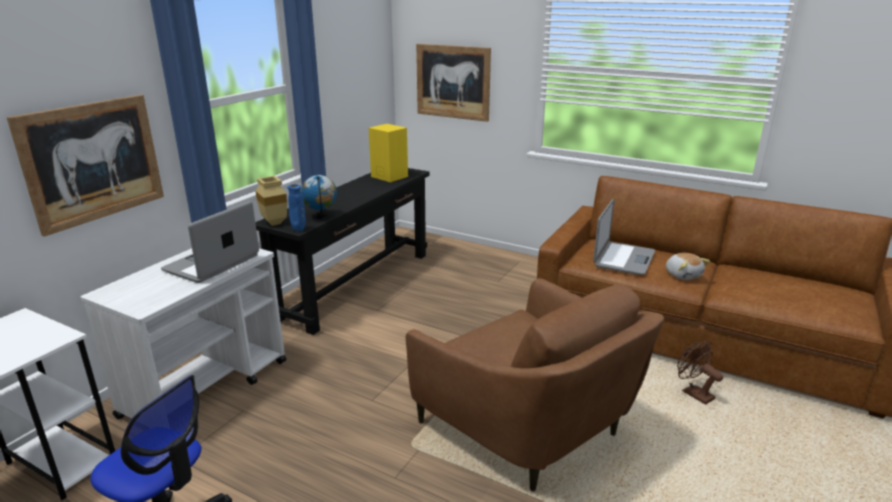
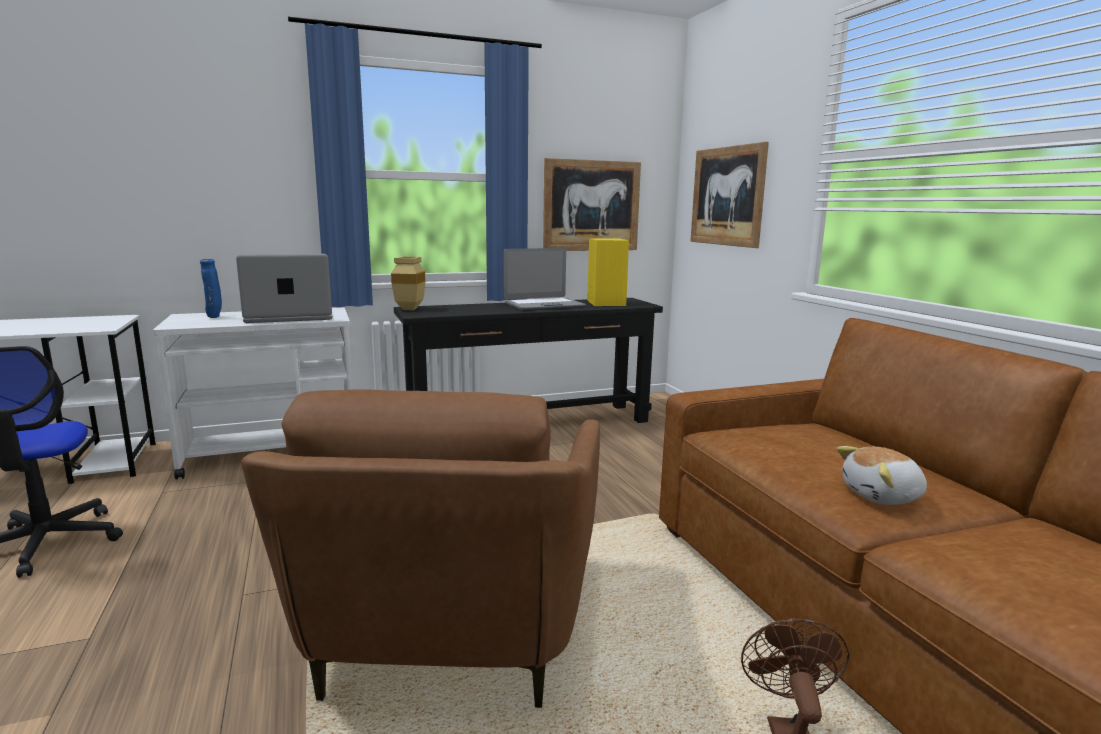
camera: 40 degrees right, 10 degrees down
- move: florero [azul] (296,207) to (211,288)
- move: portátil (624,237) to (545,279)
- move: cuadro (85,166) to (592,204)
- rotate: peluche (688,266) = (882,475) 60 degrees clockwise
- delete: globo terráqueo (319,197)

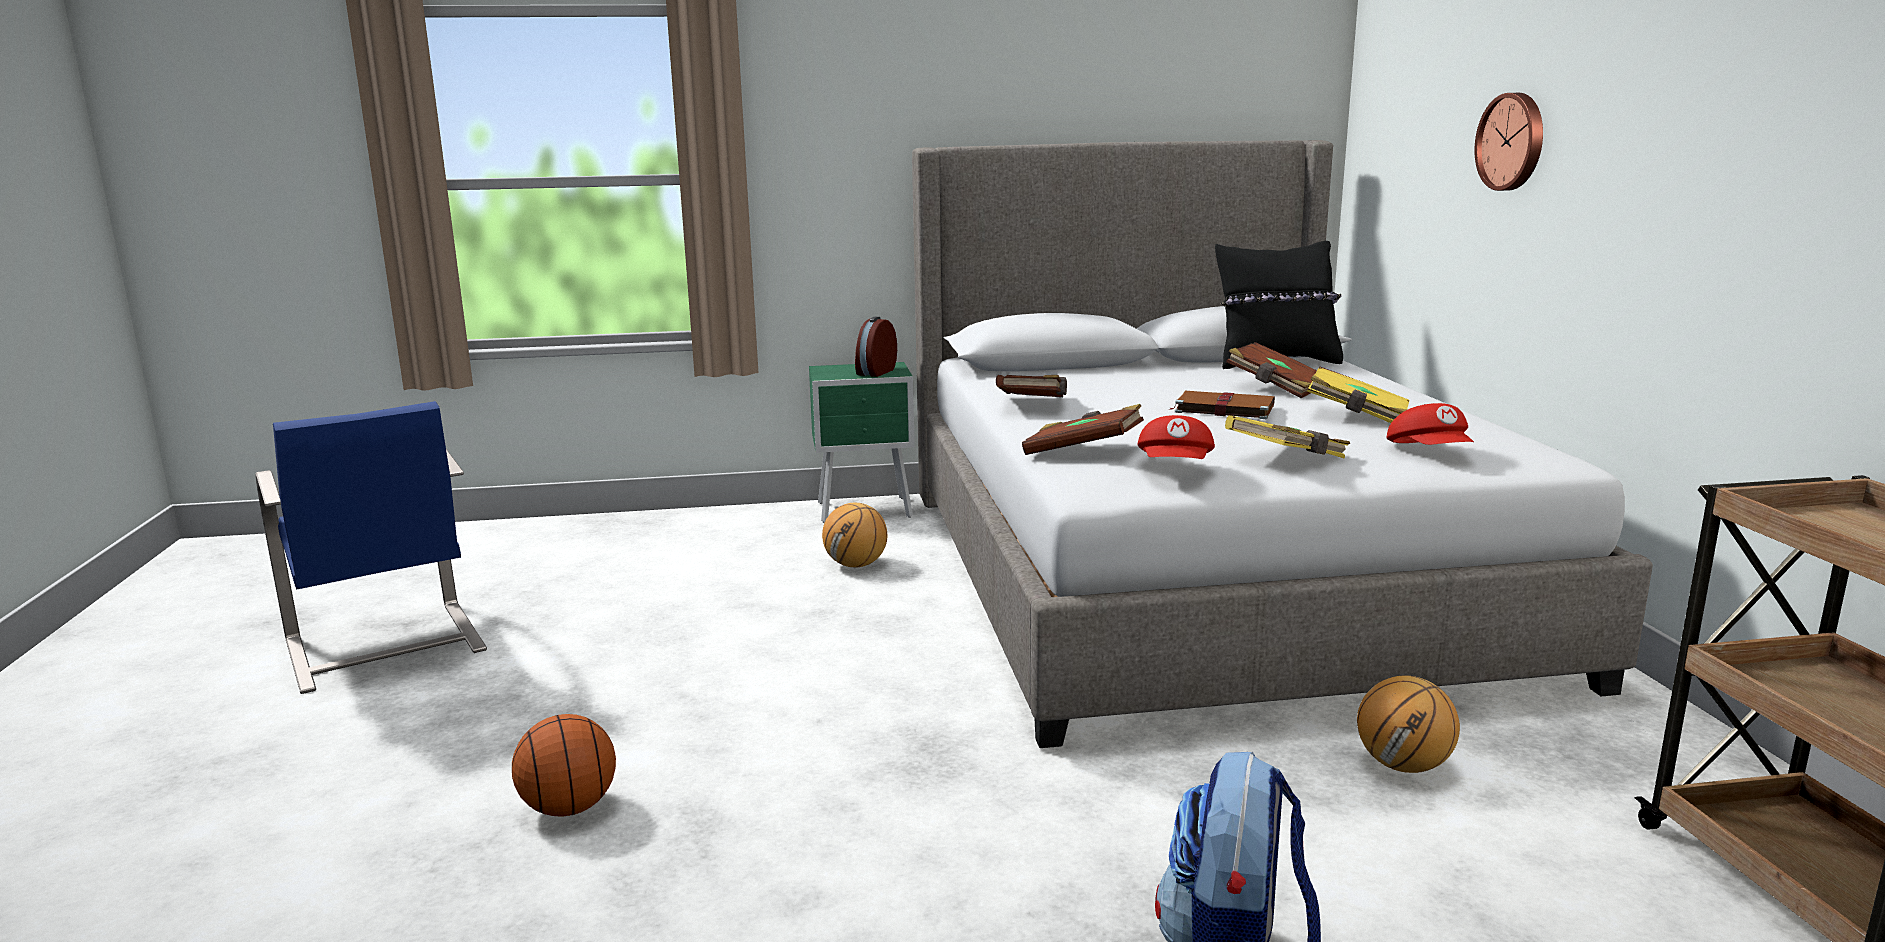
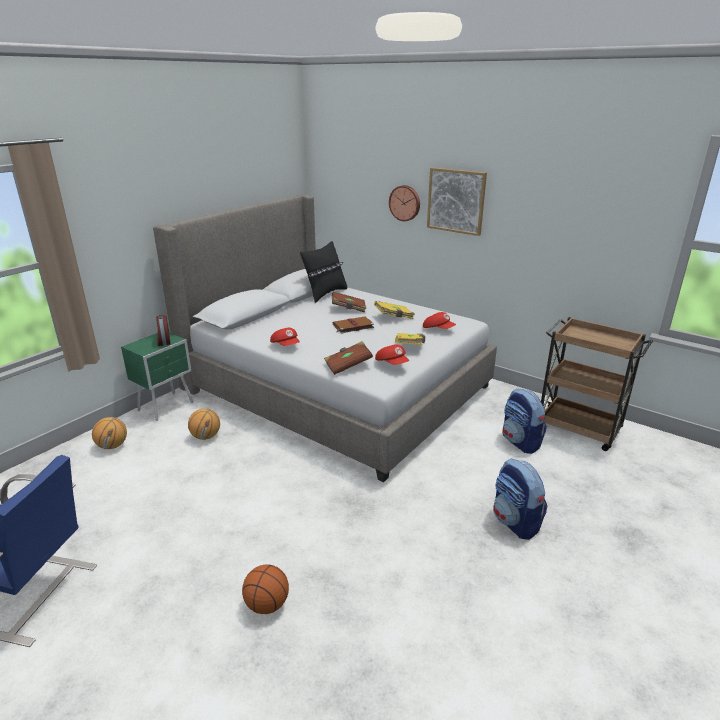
camera: 45 degrees left, 10 degrees up
- move: balón de baloncesto (1408,724) to (109,433)
- replace: libro [marrón] (1031,386) to gorra [rojo] (285,337)
- insert: cuadro (457,201)
- insert: mochila (524,421)

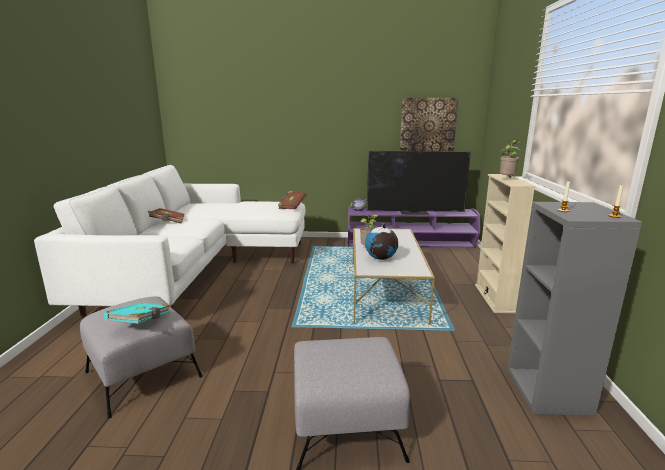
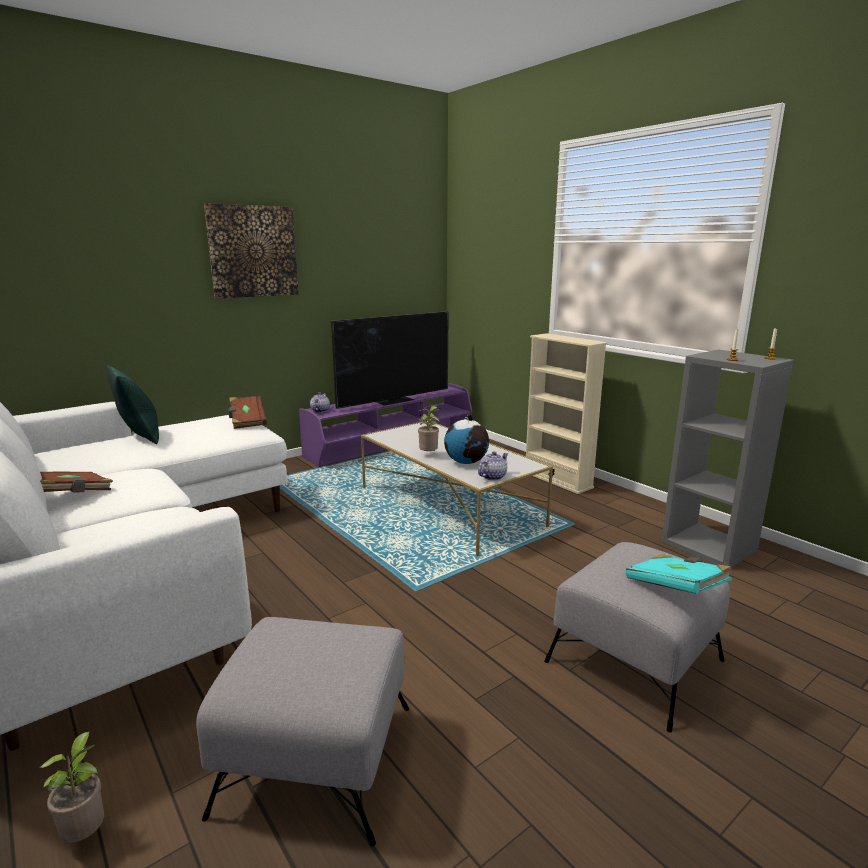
camera: 40 degrees left, 0 degrees up
- move: planta en maceta (511,159) to (72,787)
- insert: cojín [verde] (133,404)
- move: cuadro (429,124) to (251,251)
- insert: tetera (493,465)
- move: libro [turquesa] (137,313) to (679,574)

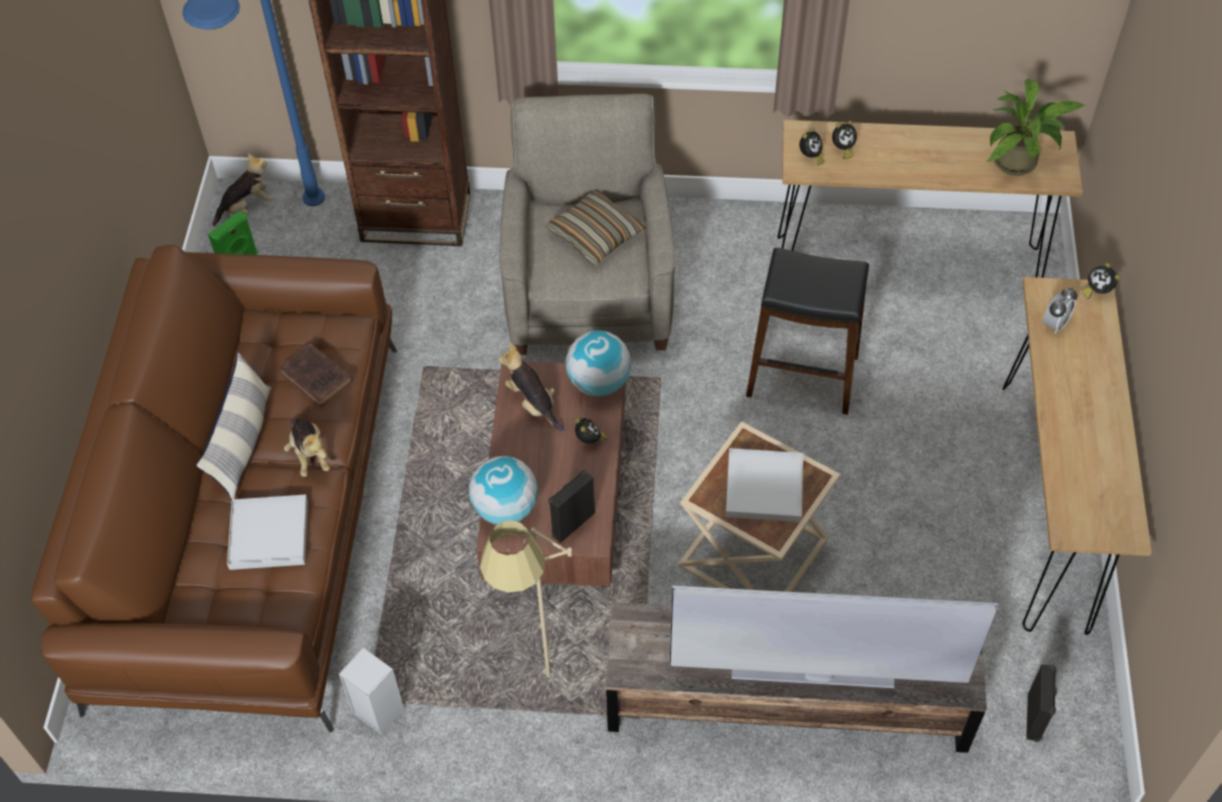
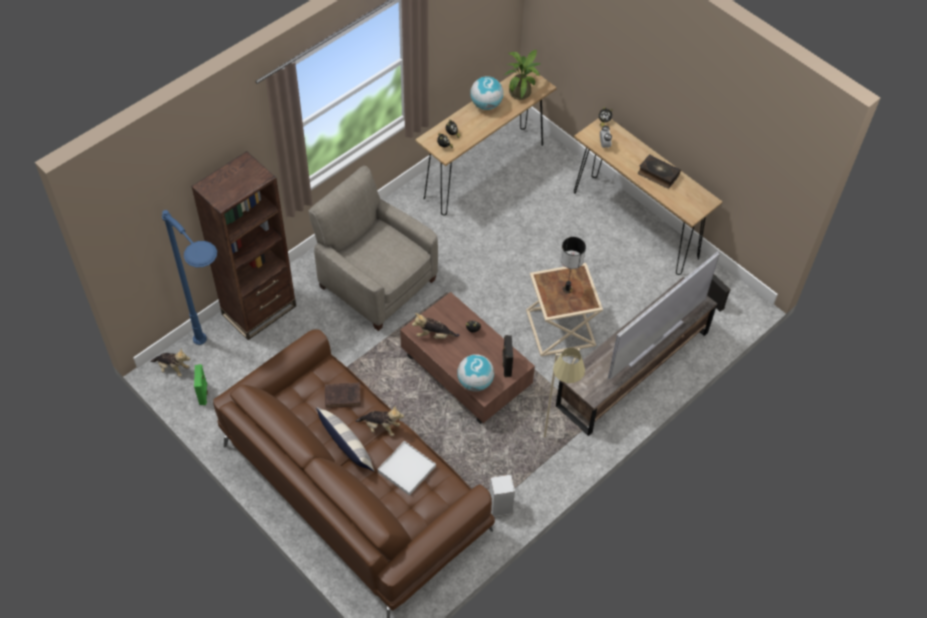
camera: 50 degrees left, 0 degrees up
- rotate: peluche (242,190) = (170,362) 105 degrees clockwise
- move: globo terráqueo (598,363) to (486,93)
- replace: bandeja [blanco] (764,485) to lámpara de mesa (573,265)
- insert: libro (659,171)
- delete: cojín (596,227)
- delete: taburete [negro] (807,331)

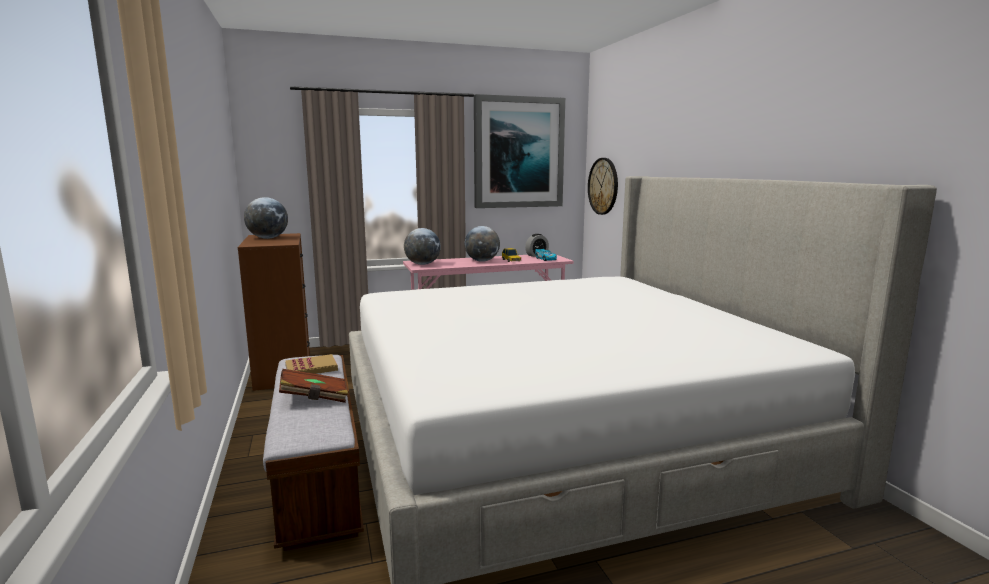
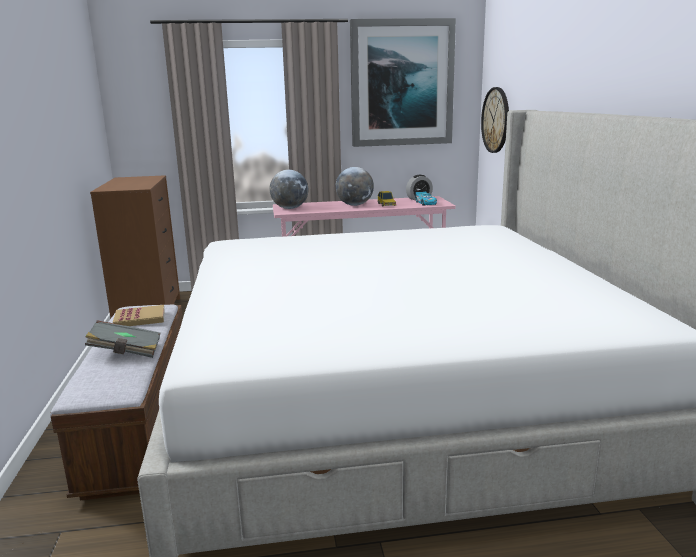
camera: 10 degrees right, 5 degrees up
- recolor: libro [marrón] (313,386) to libro [gris] (122,339)
- delete: globo terráqueo (266,218)

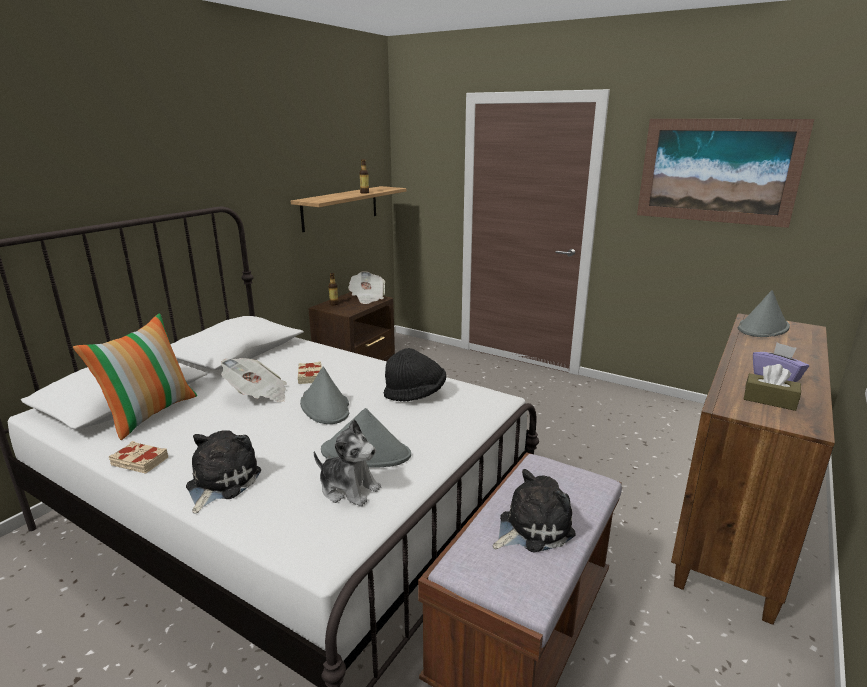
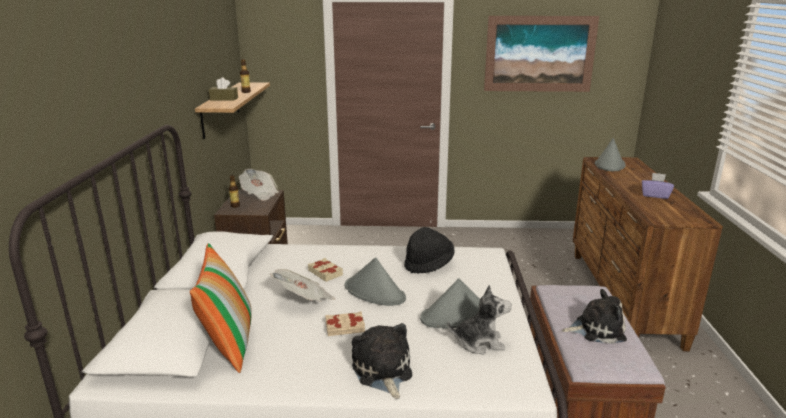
camera: 30 degrees left, 0 degrees up
- move: caja de pañuelos [marrón] (772,387) to (223,89)
- move: libro [beis] (138,457) to (345,323)
- rotate: peluche (534,510) = (594,316) 60 degrees clockwise

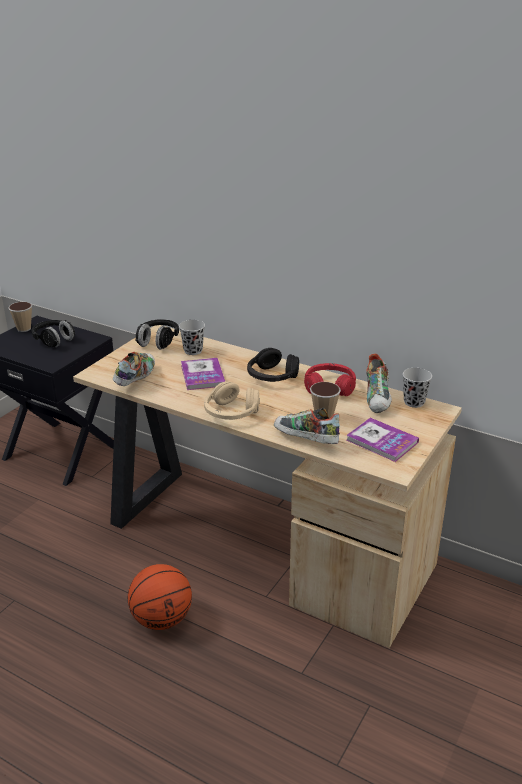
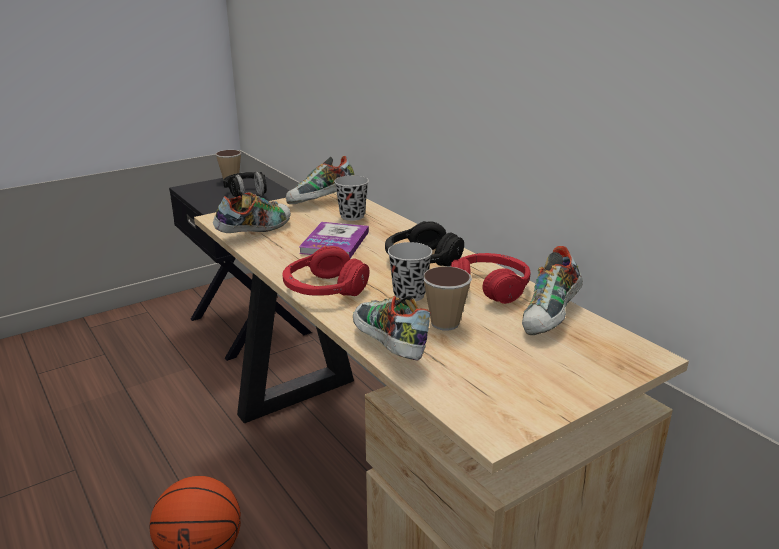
camera: 25 degrees right, 5 degrees down
- recolor: auriculares [beis] (232,400) to auriculares [rojo] (326,271)
- replace: auriculares [negro] (157,334) to zapato (320,180)
- move: taza [negro] (417,388) to (410,271)
- delete: libro (383,440)

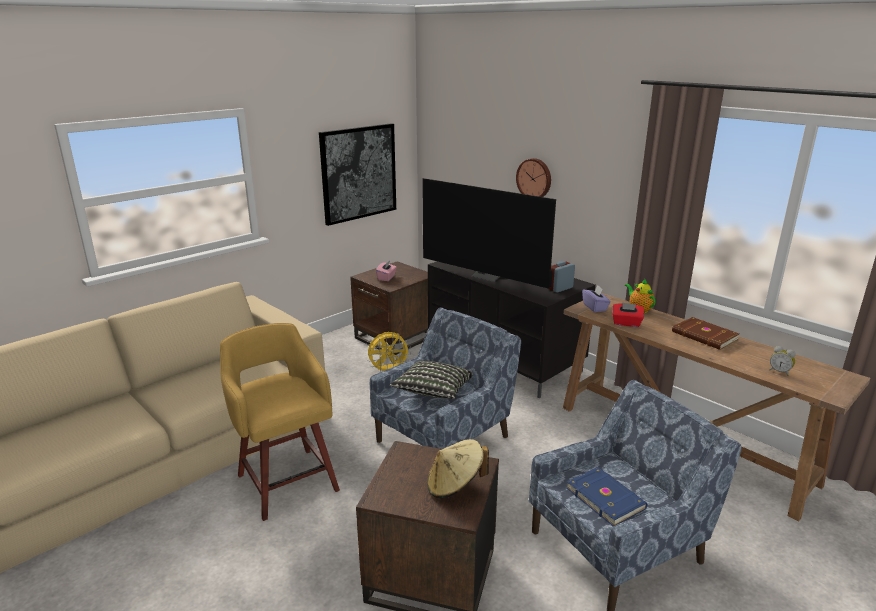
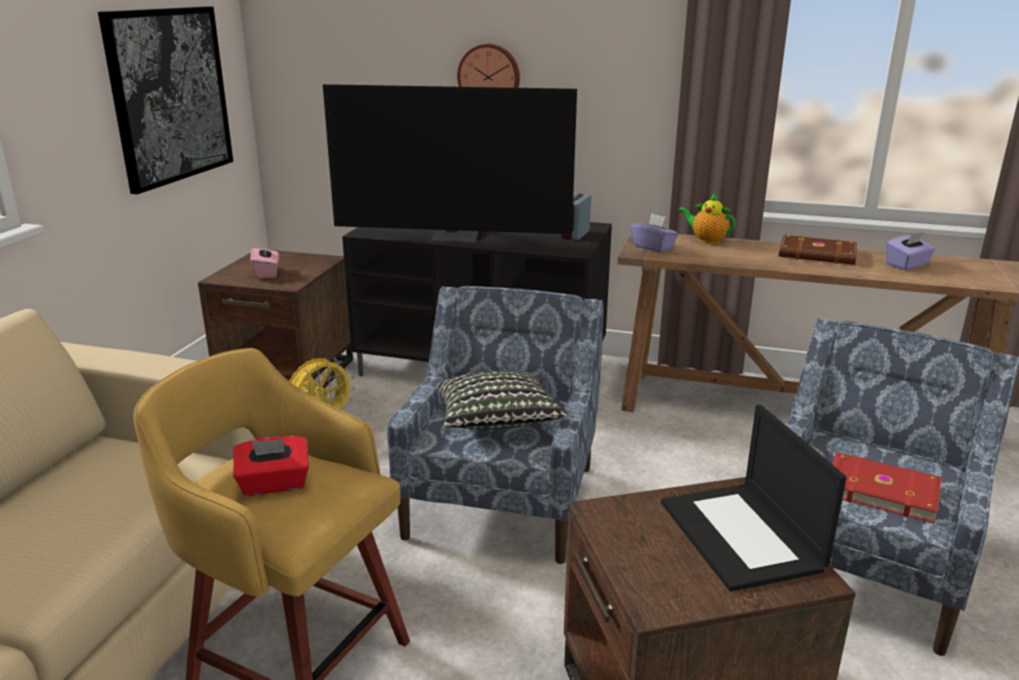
camera: 30 degrees left, 0 degrees up
- move: caja de pañuelos [rojo] (628,315) to (271,466)
- replace: sombrero [beis] (458,468) to portátil (754,498)
- recolor: libro [azul] (606,497) to libro [rojo] (886,488)
- insert: caja de pañuelos [morado] (911,251)
- delete: despertador (782,361)

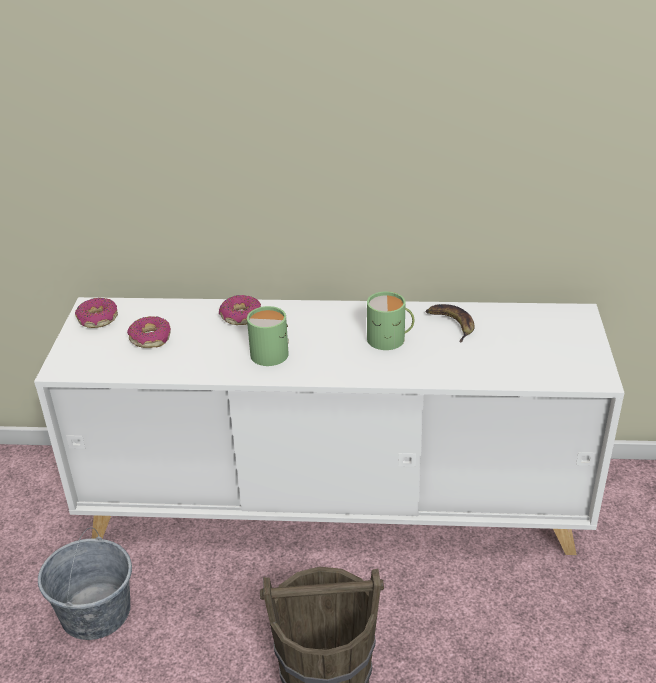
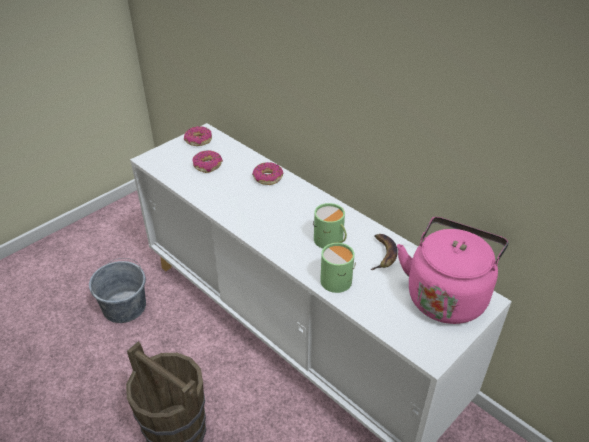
camera: 40 degrees right, 5 degrees up
- move: taza grande [verde] (268,336) to (338,268)
- insert: hervidor [rosa] (453,270)

